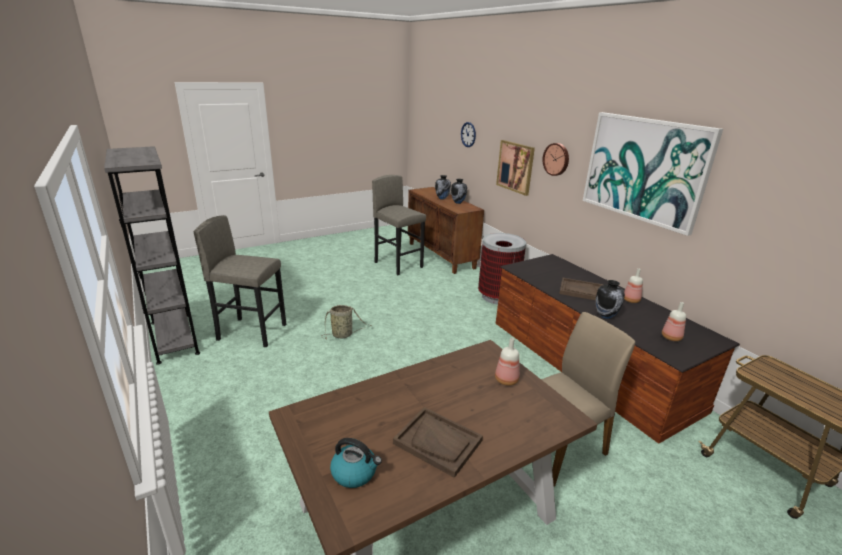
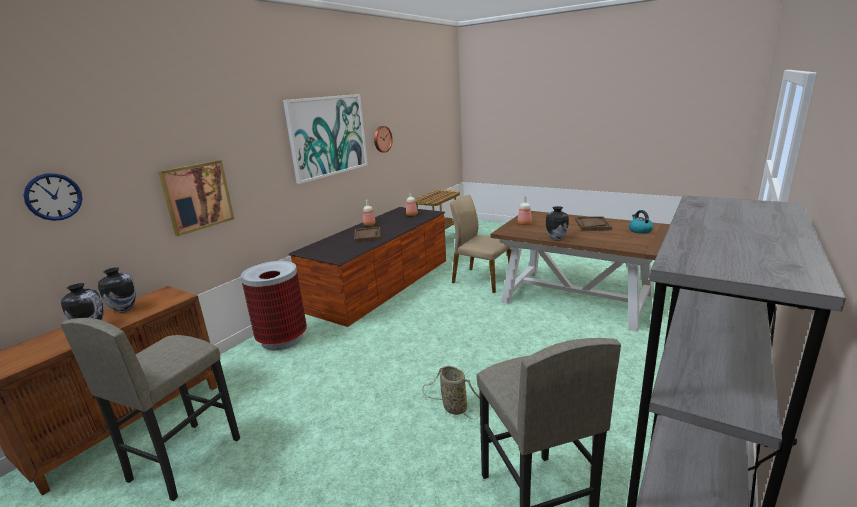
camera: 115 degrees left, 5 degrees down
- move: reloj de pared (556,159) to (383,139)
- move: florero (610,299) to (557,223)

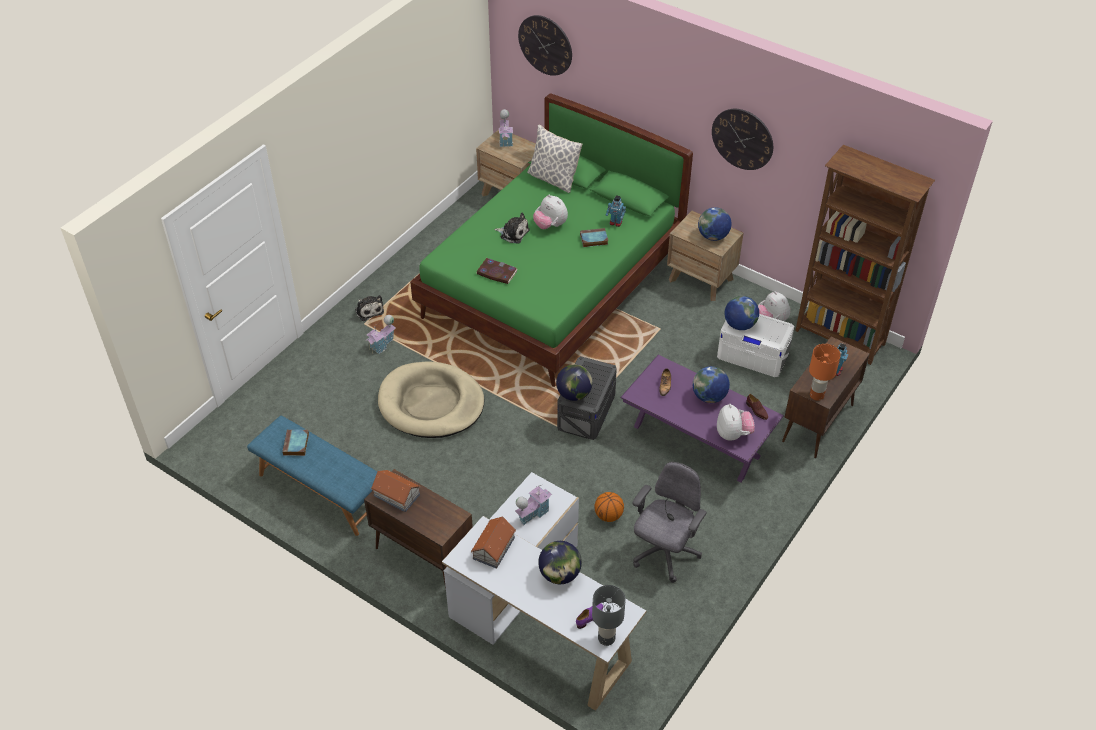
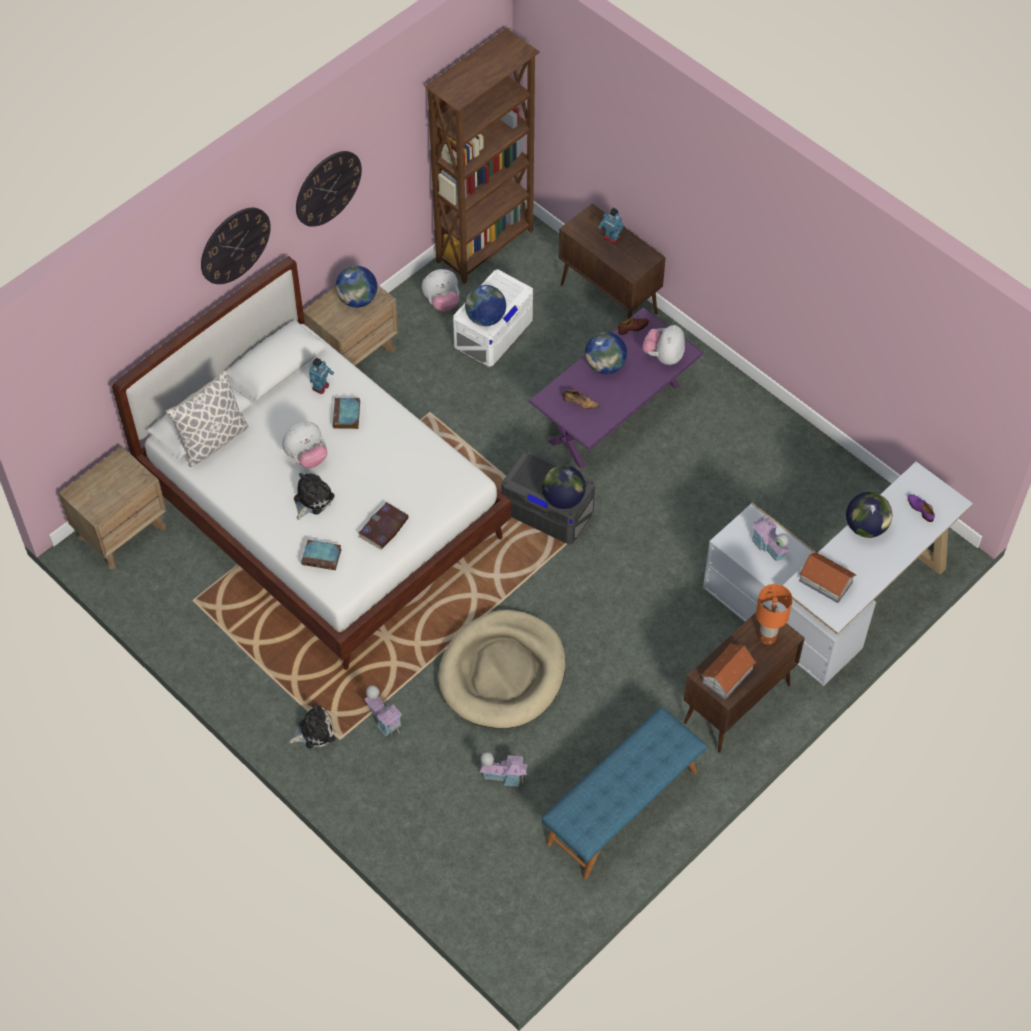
camera: 80 degrees left, 10 degrees up
- recolor: cama [verde] (551,240) to cama [blanco] (311,463)
- move: reloj de pared (545,45) to (236,246)
- move: libro (295,443) to (321,555)
- move: casita (506,129) to (503,769)
- rotate: peluche (736,422) = (663,345) 75 degrees counterclockwise
- move: lámpara de mesa [naranja] (825,372) to (774,614)
- delete: lámpara de mesa [gris] (609,615)
- delete: balón de baloncesto (609,507)
- delete: silla de oficina [gris] (670,522)

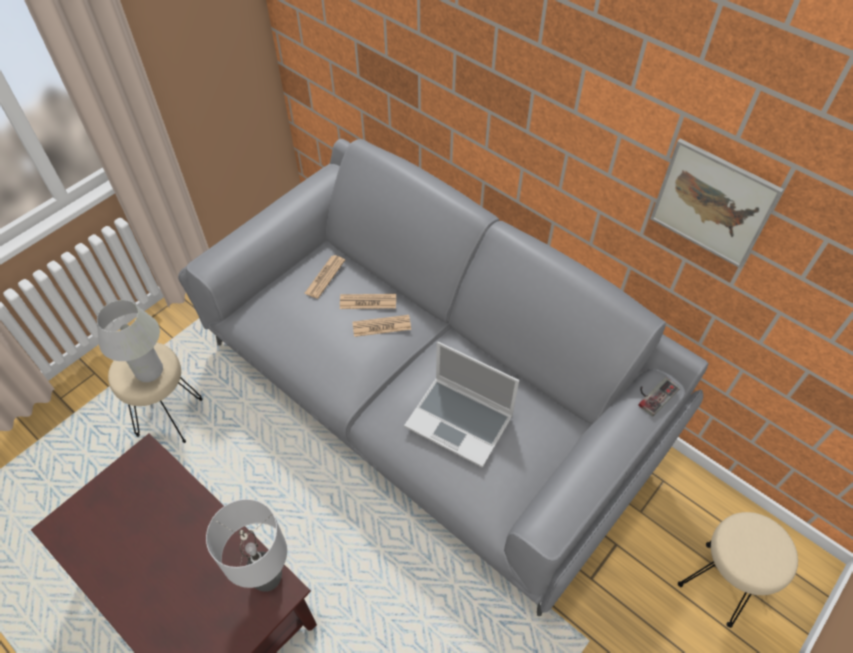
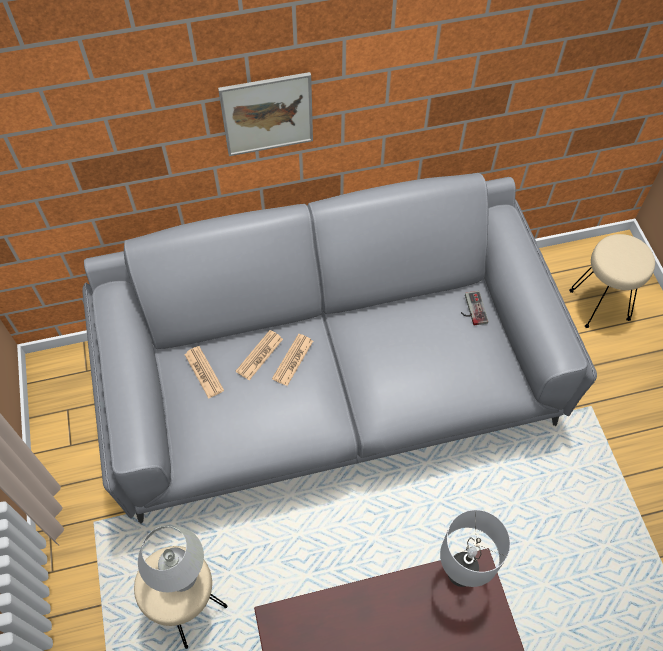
camera: 55 degrees left, 5 degrees up
- move: cuadro (717,203) to (265,114)
- move: mando de consola (659,397) to (474,308)
- delete: portátil (461,405)

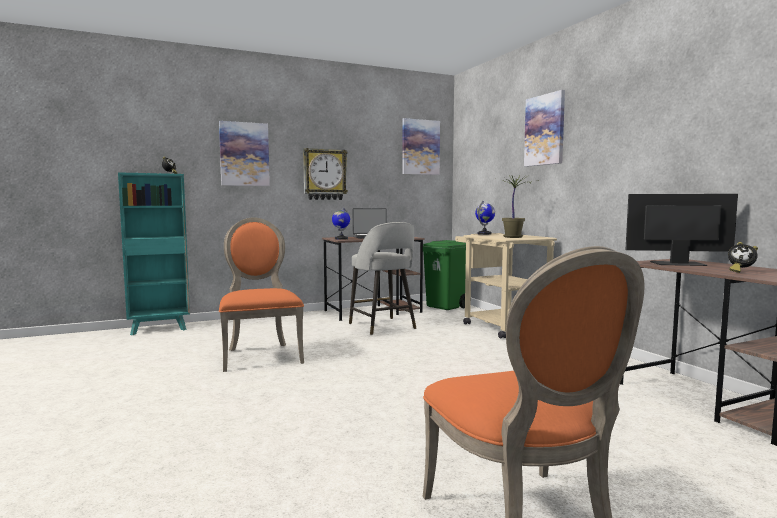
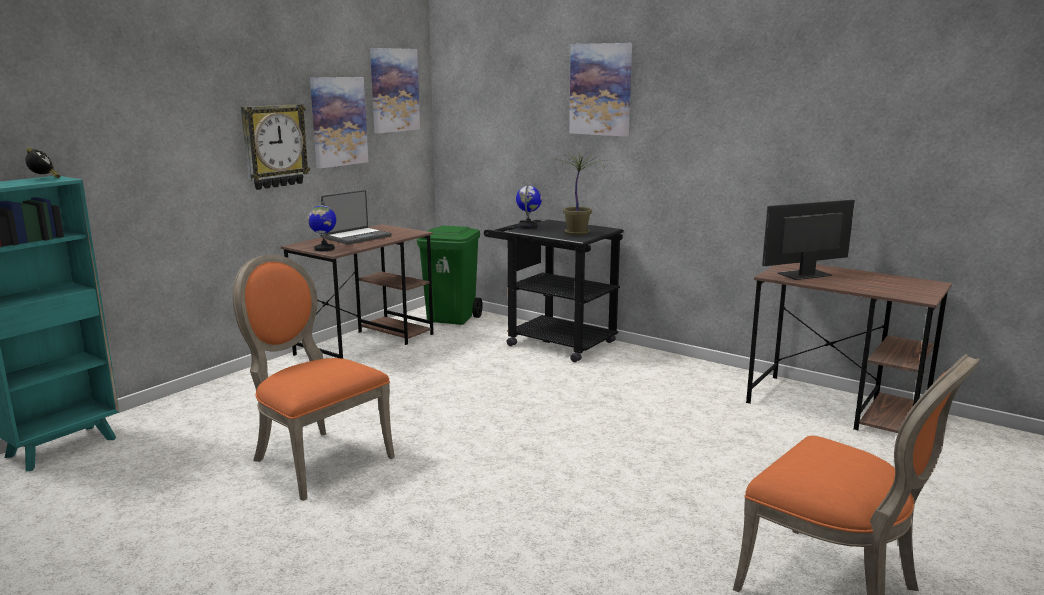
camera: 30 degrees left, 10 degrees up
- move: cuadro (244,153) to (339,122)
- recolor: carrito [beis] (506,286) to carrito [negro] (554,290)
- delete: taburete [gris] (382,278)
- delete: despertador (743,257)

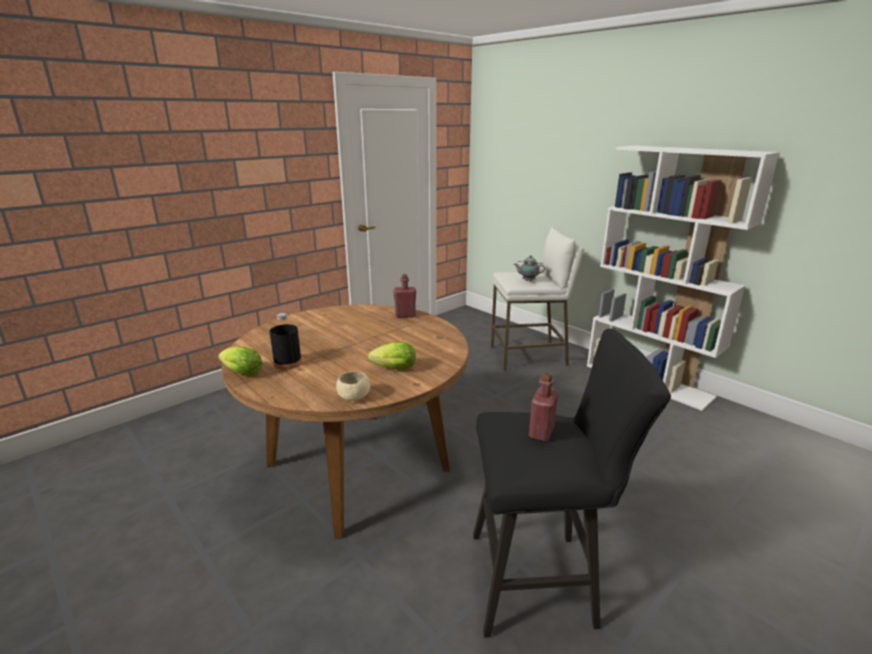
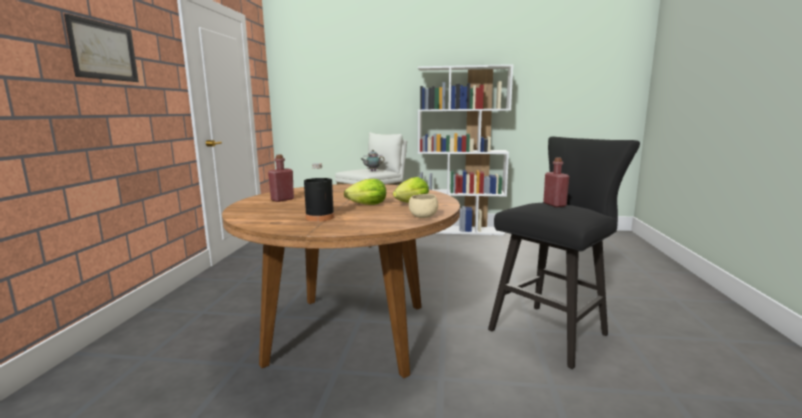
camera: 40 degrees left, 10 degrees down
- insert: cuadro (101,47)
- move: botella [rojo] (404,296) to (281,178)
- move: lechuga (240,361) to (365,192)

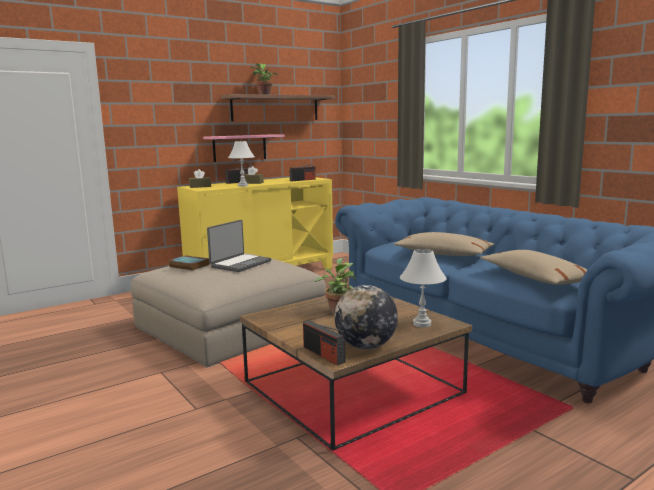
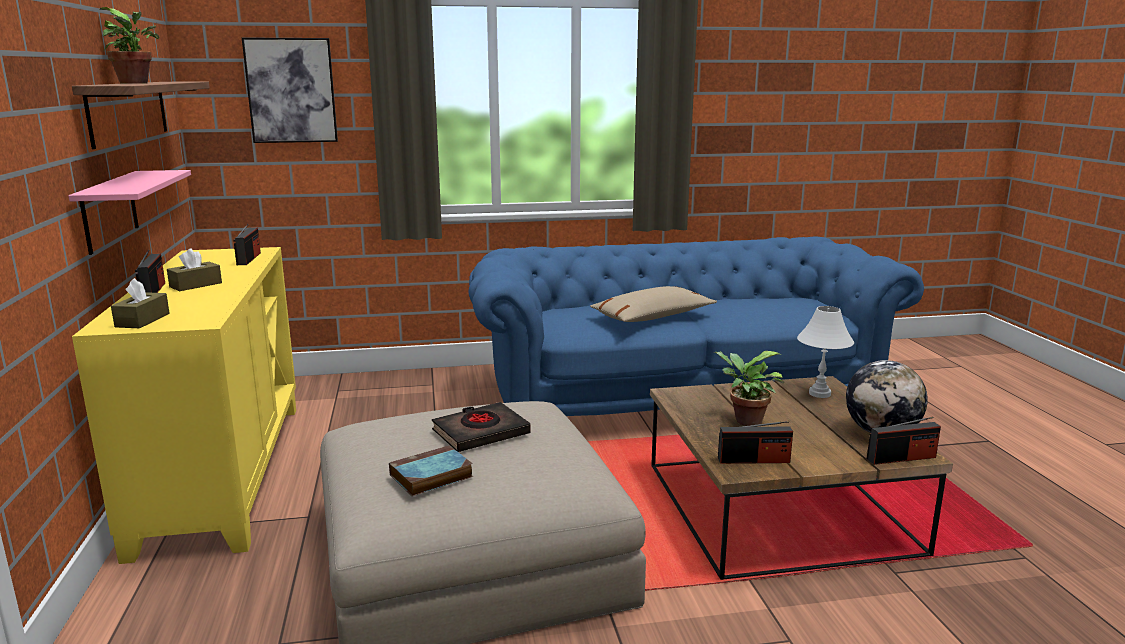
camera: 65 degrees left, 5 degrees up
- insert: cuadro (290,90)
- replace: portátil (239,246) to libro [negro] (481,427)
- insert: radio (755,442)
- delete: lámpara de mesa [blanco] (241,164)
- delete: cojín [beis] (533,267)

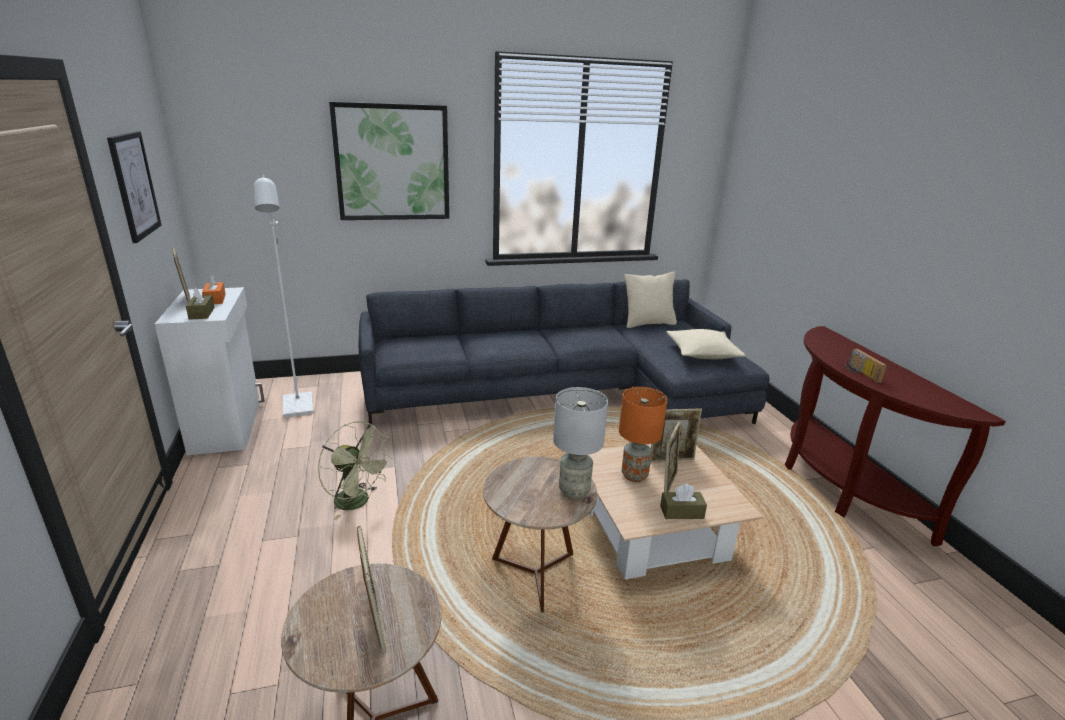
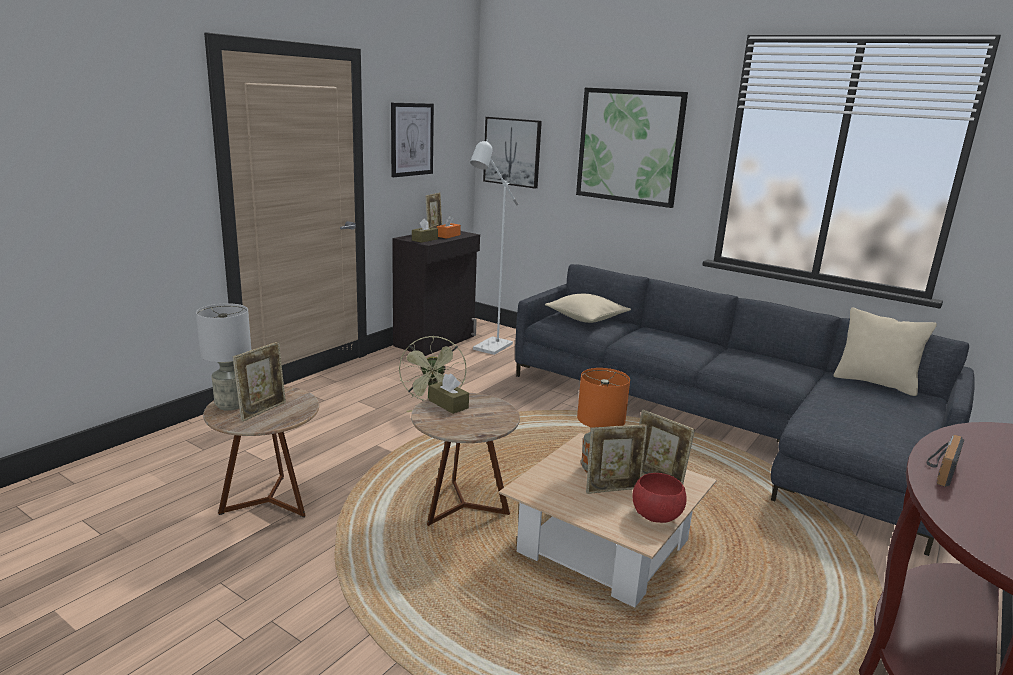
camera: 50 degrees right, 5 degrees down
- move: lámpara de mesa [gris] (580,443) to (223,357)
- recolor: armario [blanco] (210,371) to armario [negro] (436,293)
- move: caja de pañuelos [marrón] (683,501) to (449,393)
- insert: cuadro (512,152)
- move: cojín [beis] (705,344) to (588,308)
- insert: cuenco [rojo] (659,498)

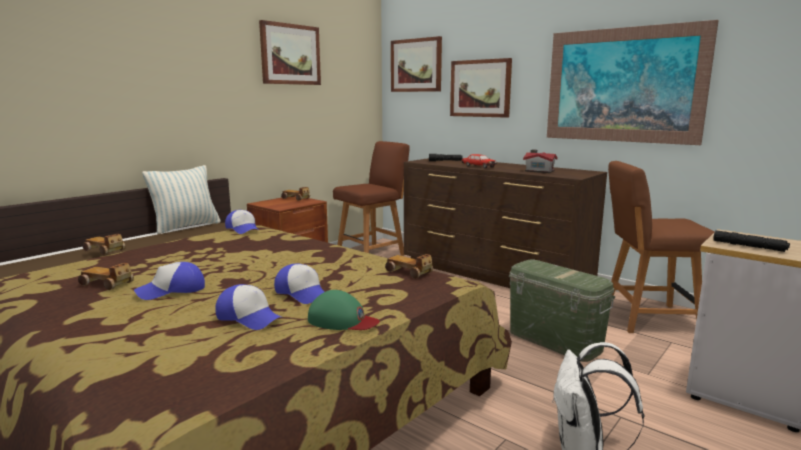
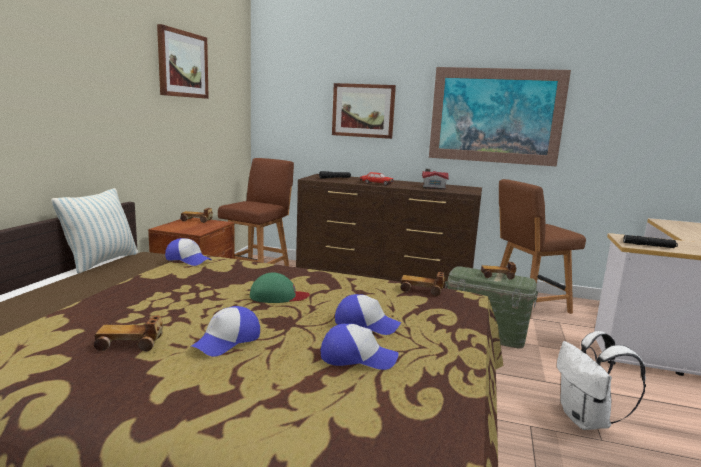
camera: 25 degrees left, 0 degrees up
- move: gorra [verde] (344,310) to (280,287)
- move: coche de juguete (104,244) to (498,271)
- delete: cuadro (416,64)

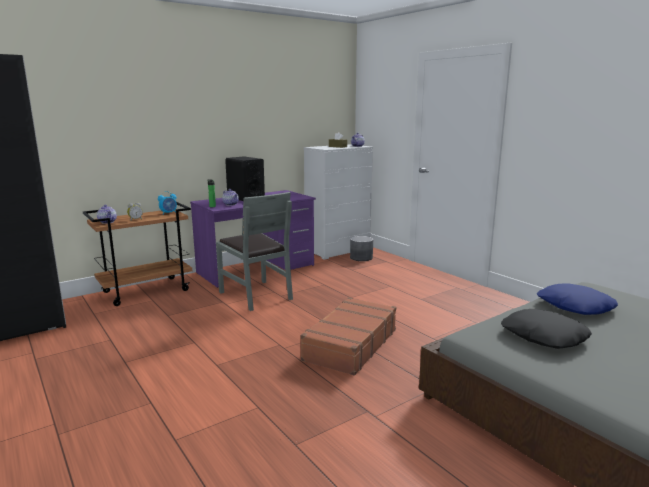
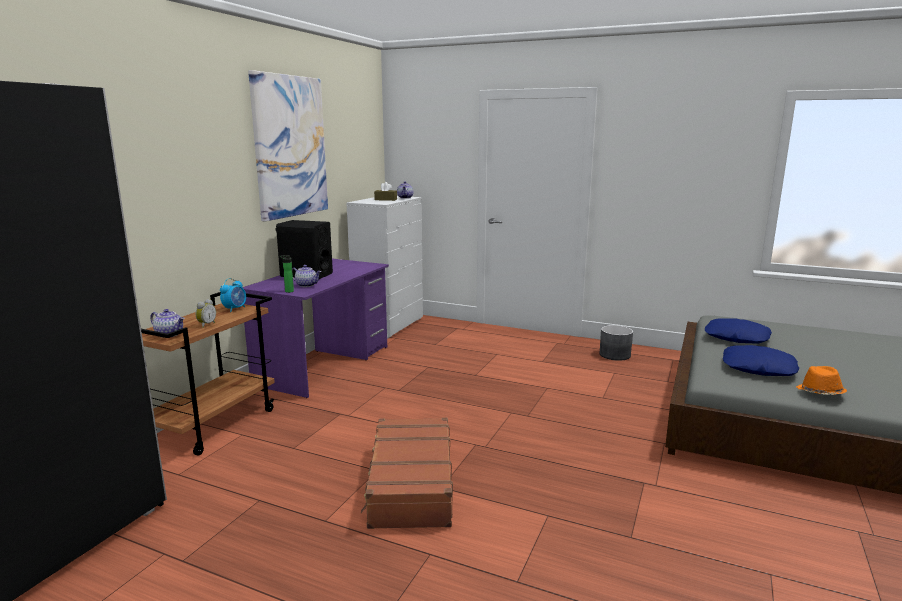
camera: 30 degrees left, 0 degrees up
- insert: cuadro (288,145)
- move: maleta [marrón] (348,336) to (407,473)
- move: maceta [gris] (361,248) to (616,343)
- recolor: cojín [negro] (546,329) to cojín [azul] (761,360)
- insert: sombrero [naranja] (821,380)
- delete: silla [gris] (254,251)

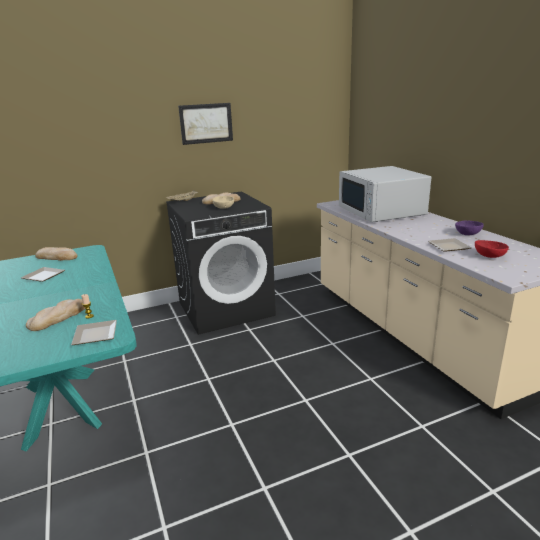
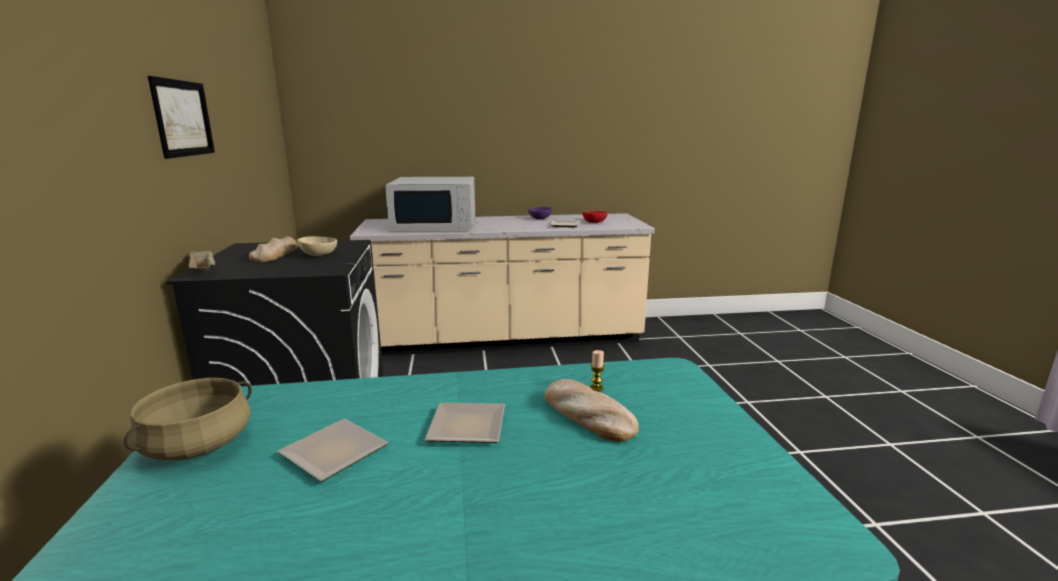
camera: 75 degrees left, 5 degrees down
- replace: pan (56,254) to olla [beis] (188,419)
- move: plato (94,332) to (465,422)

